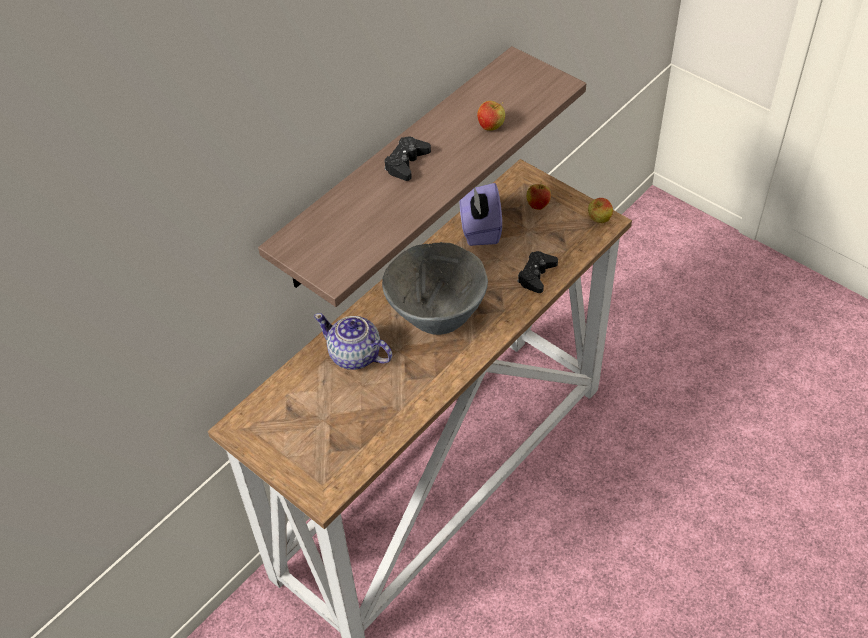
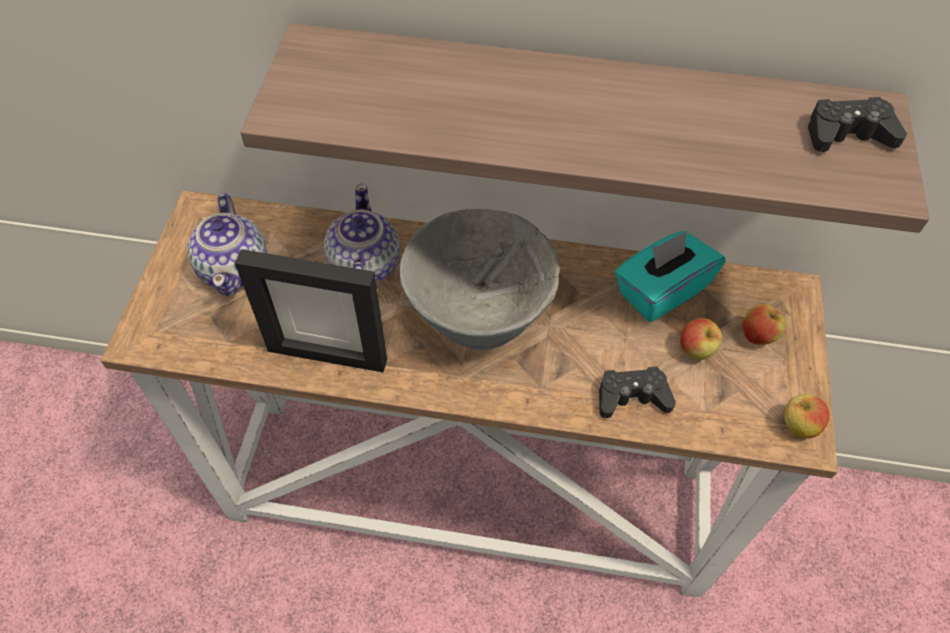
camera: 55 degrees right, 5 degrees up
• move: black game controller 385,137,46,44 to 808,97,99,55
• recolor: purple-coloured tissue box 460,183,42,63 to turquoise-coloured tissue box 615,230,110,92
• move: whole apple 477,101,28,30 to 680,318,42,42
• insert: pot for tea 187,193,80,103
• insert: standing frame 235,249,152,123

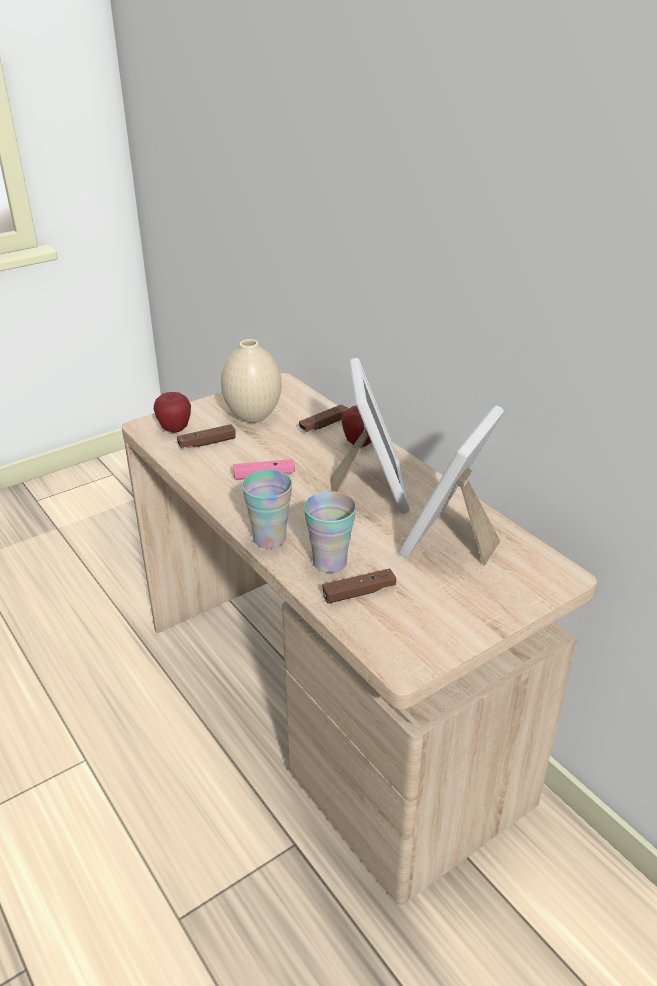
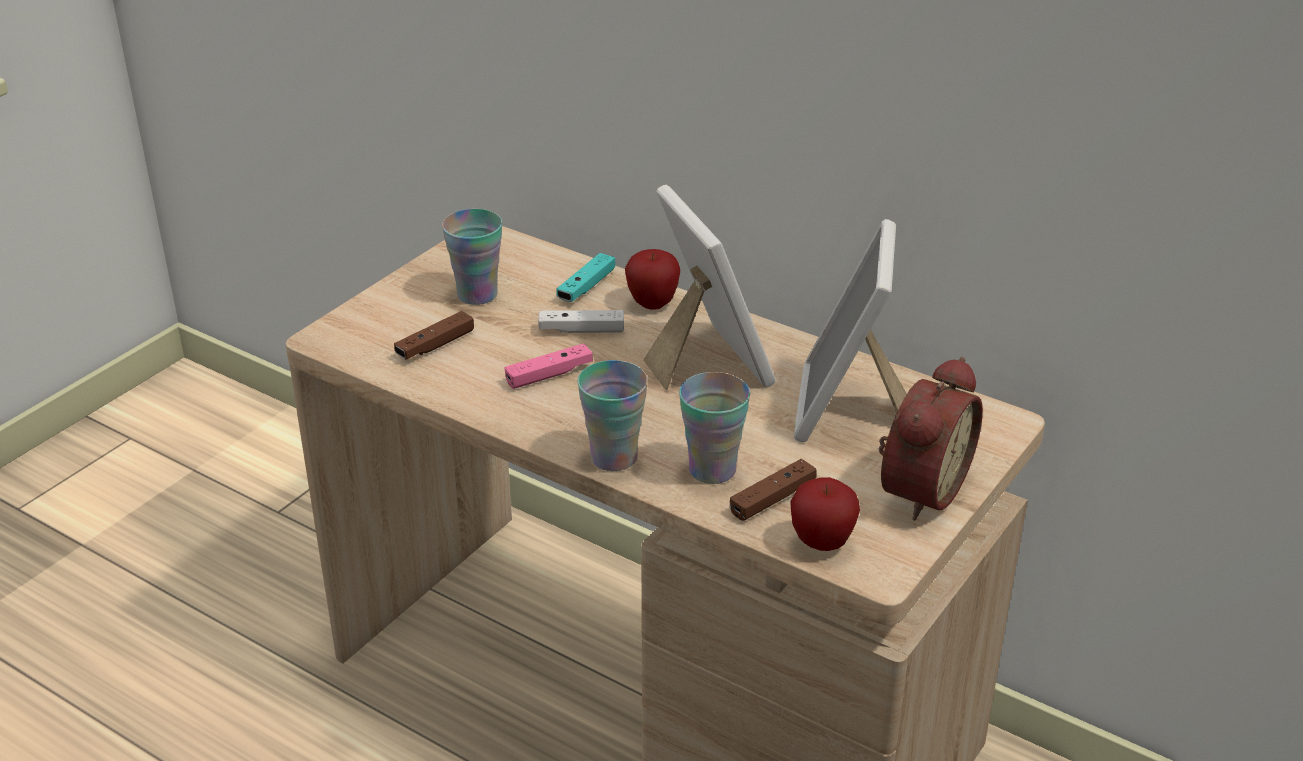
camera: 20 degrees left, 0 degrees up
• move: whole apple 154,392,37,41 to 790,477,70,74
• replace: beige-coloured vase 221,339,61,84 to drinking cup 442,209,60,96
• recolor: brownish game controller 299,404,50,28 to turquoise-coloured game controller 556,253,59,49
• insert: whitish game controller 538,310,86,23
• insert: bedside clock 879,357,104,164

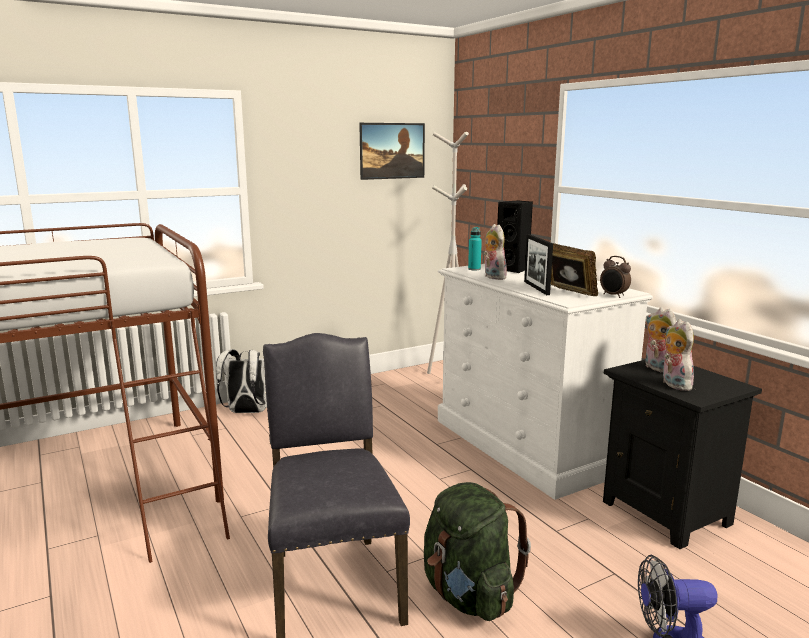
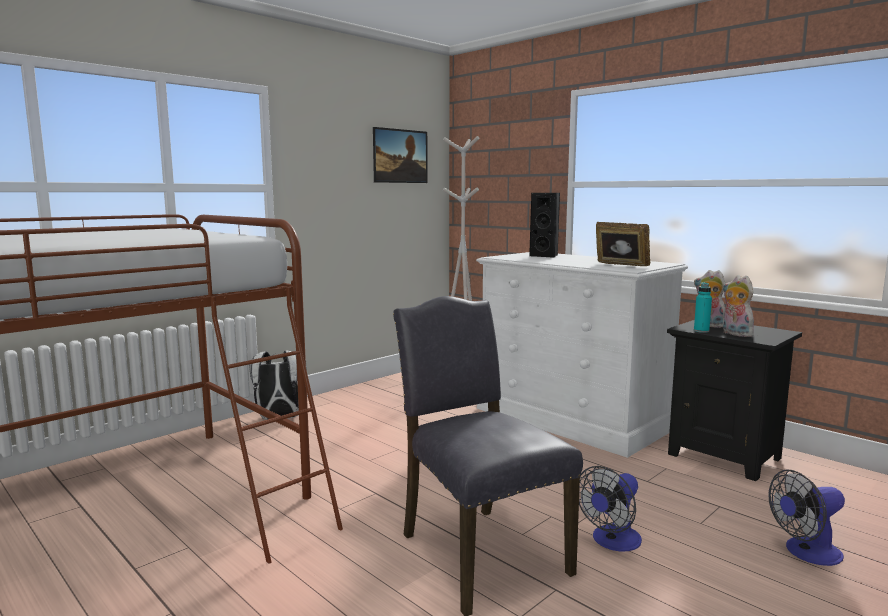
camera: 15 degrees left, 5 degrees down
• replace: greenish backpack 424,482,107,139 to fan 579,466,63,86
• move: turquoise-coloured drink bottle 468,227,14,43 to 694,282,18,51
• delete: plush toy 483,224,24,56
• delete: standing frame 524,234,29,61
• delete: bedside clock 600,256,31,42

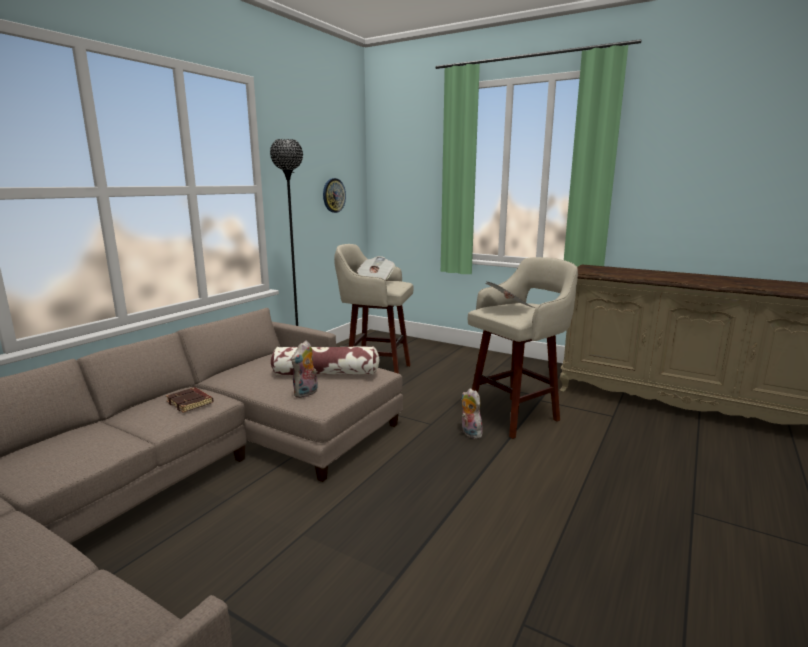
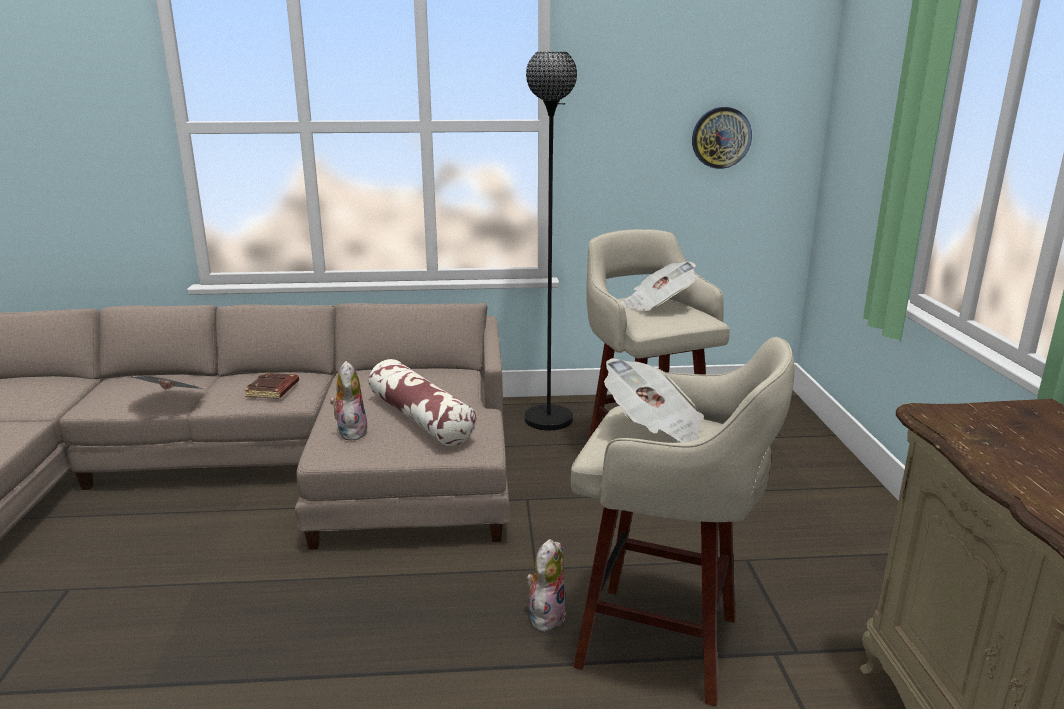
camera: 55 degrees right, 5 degrees up
• rotate: plush toy 291,341,27,57 = 330,361,38,80 90 degrees clockwise
• insert: daily paper 130,376,77,14

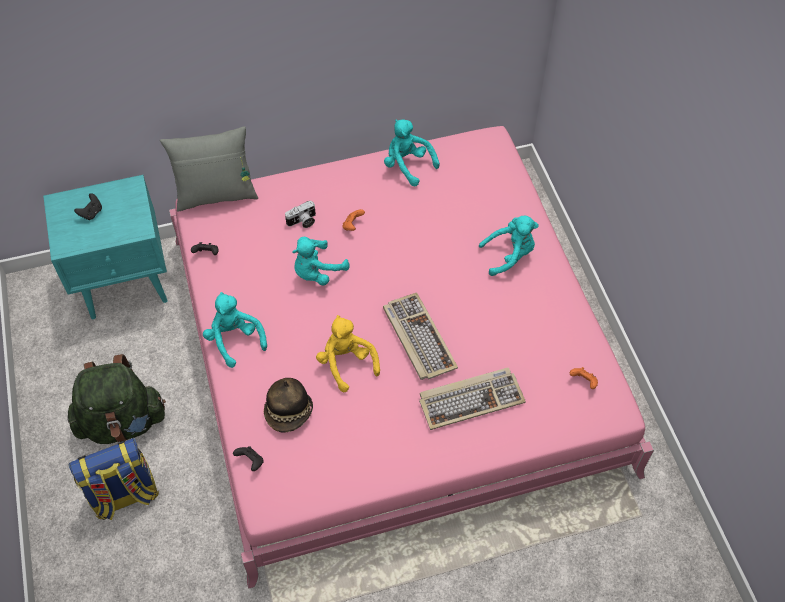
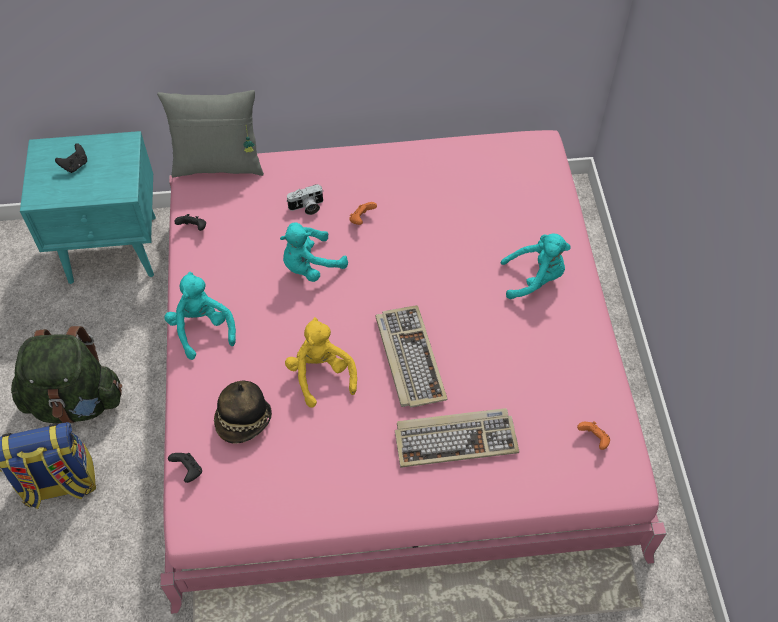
camera: 10 degrees right, 0 degrees up
• delete: turquoise-coloured plush toy 384,119,56,67

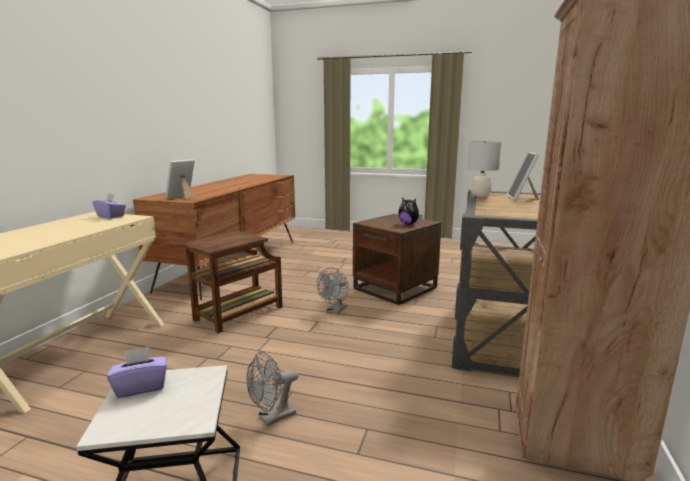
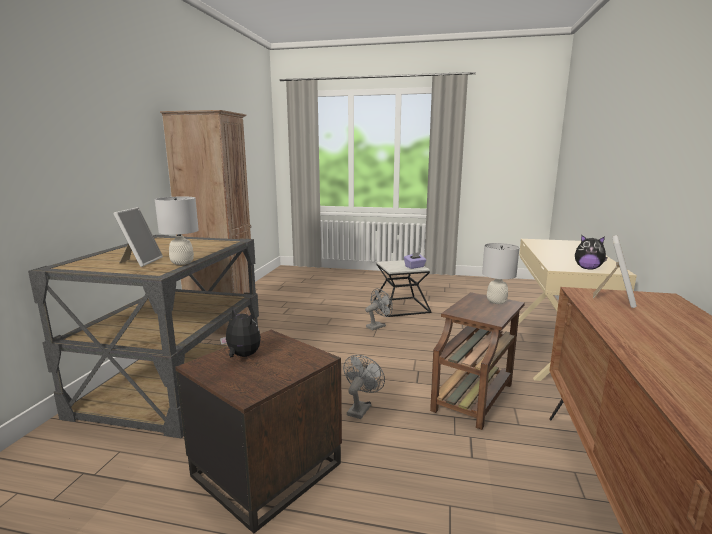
camera: 175 degrees right, 0 degrees up
• replace: purple-coloured tissue box 93,193,33,25 to plush toy 575,235,33,35
• insert: greyish table lamp 482,243,37,61

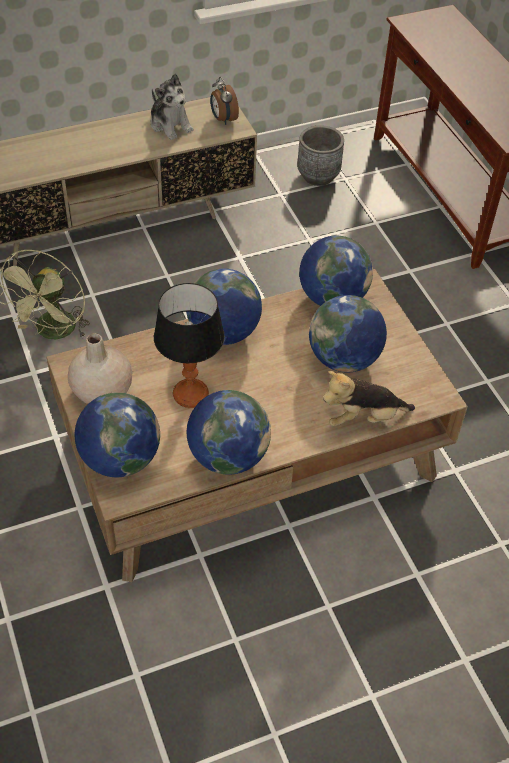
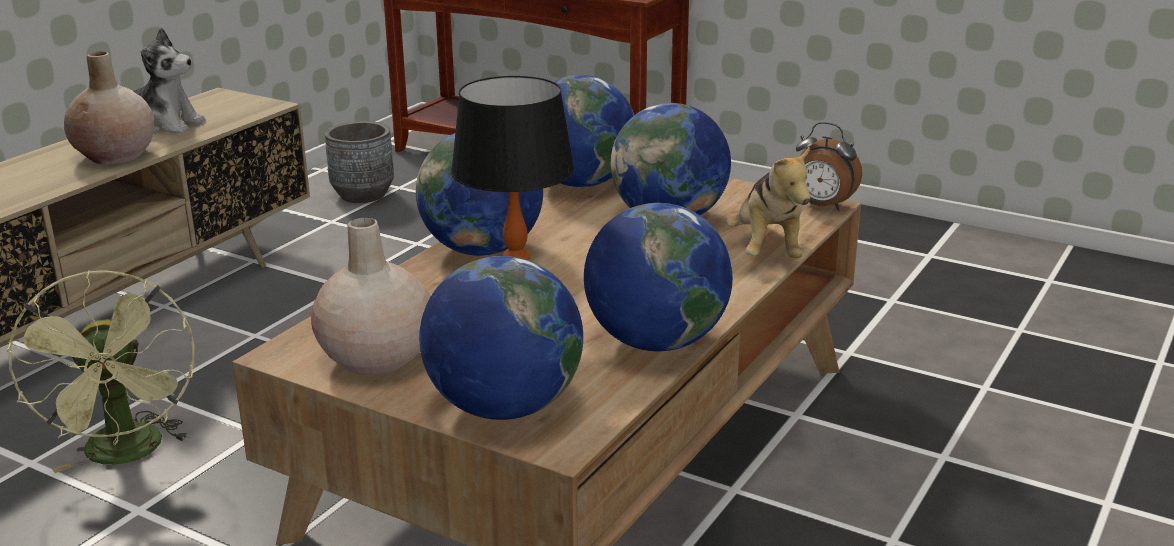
camera: 35 degrees left, 25 degrees down
• move: bedside clock 210,77,29,48 to 796,122,66,89
• rotate: plush toy 323,371,92,55 = 726,146,84,112 45 degrees counterclockwise
• insert: beige-coloured vase 64,51,91,114

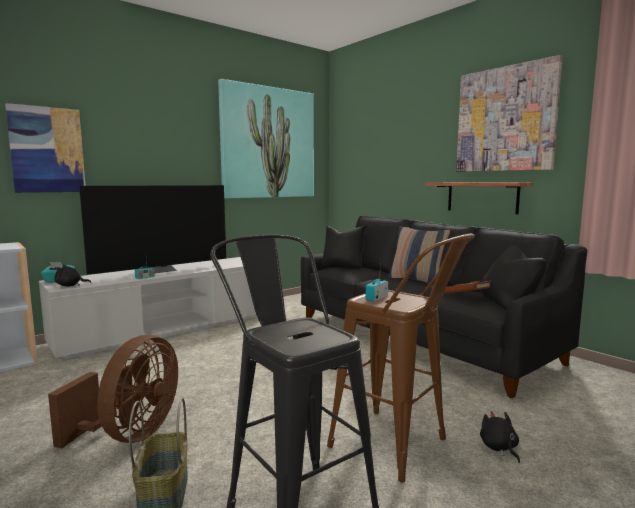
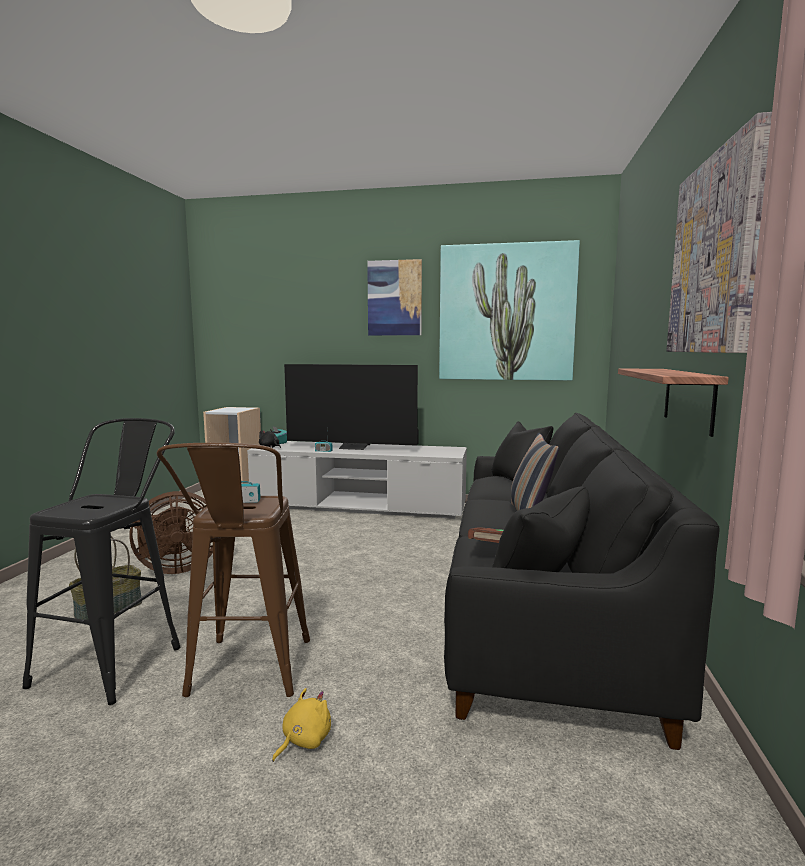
camera: 50 degrees right, 0 degrees up
• move: picture 5,103,80,90 to 367,259,55,77
• recolor: black plush toy 480,411,40,52 to yellowish plush toy 272,688,59,74

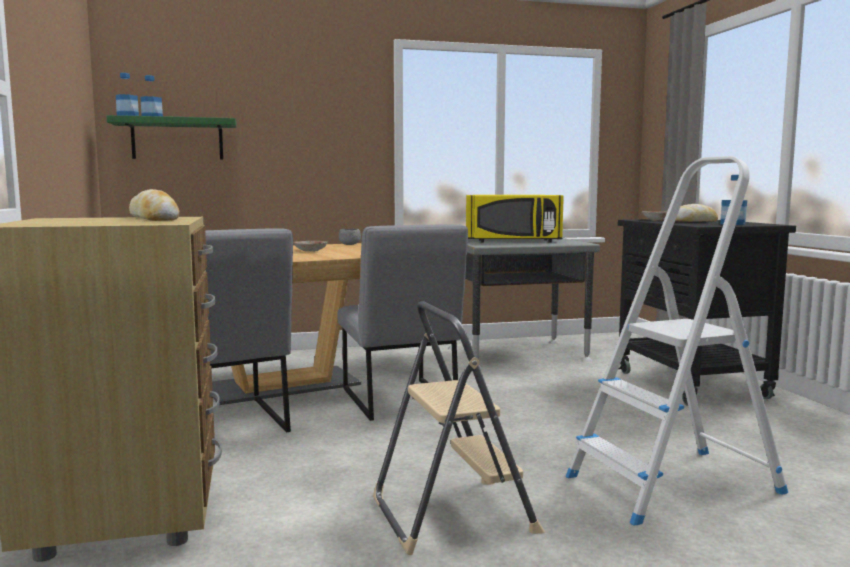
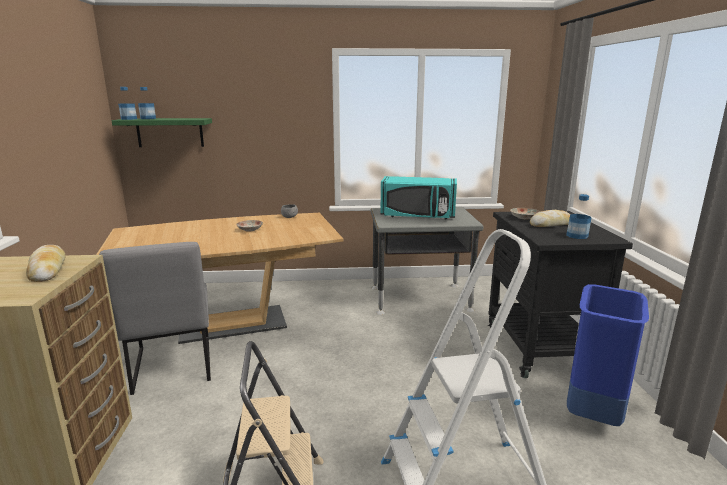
camera: 10 degrees right, 10 degrees up
• delete: greyish upright chair 337,224,131,197
• recolor: yellowish microwave 466,195,98,48 to turquoise-coloured microwave 381,176,76,44
• insert: blue trash can 567,284,82,142

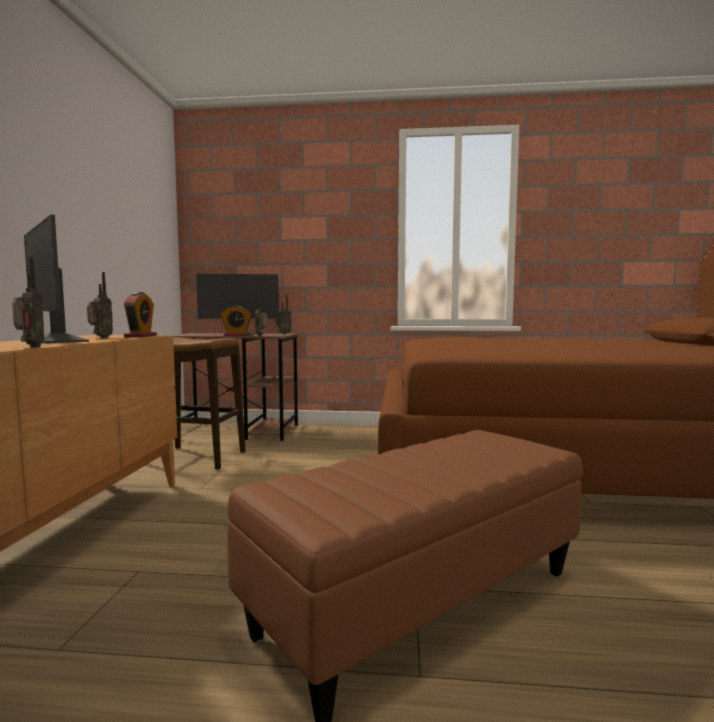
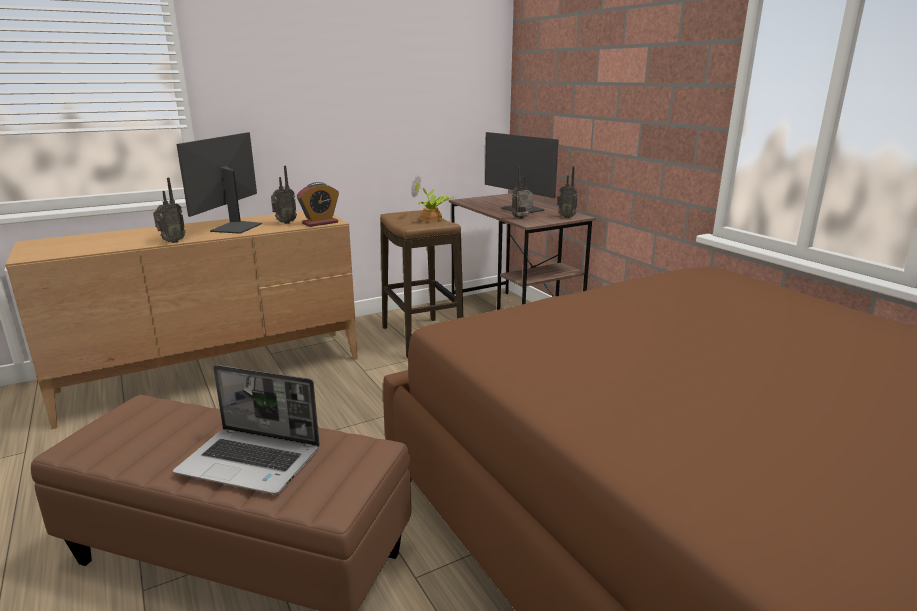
camera: 55 degrees right, 15 degrees up
• delete: bedside clock 220,306,32,30
• insert: portable computer 173,365,147,129
• insert: potted plant 411,175,42,46

